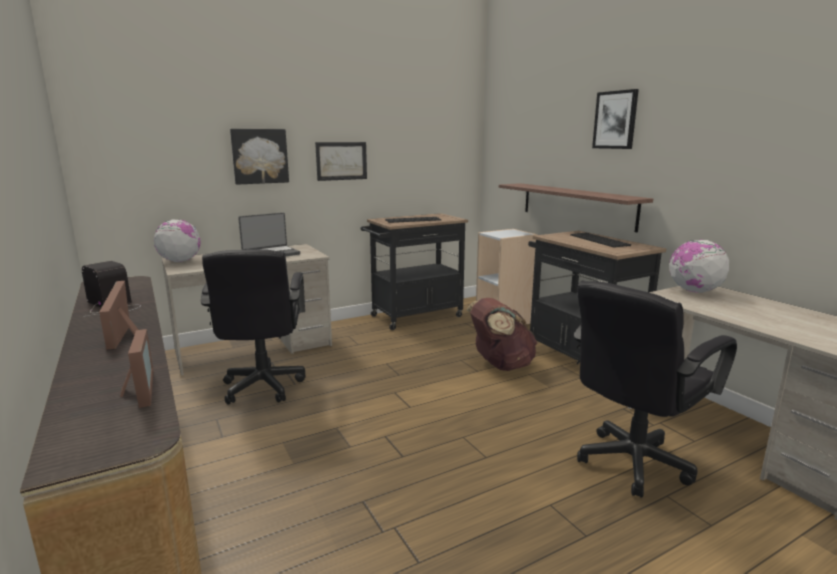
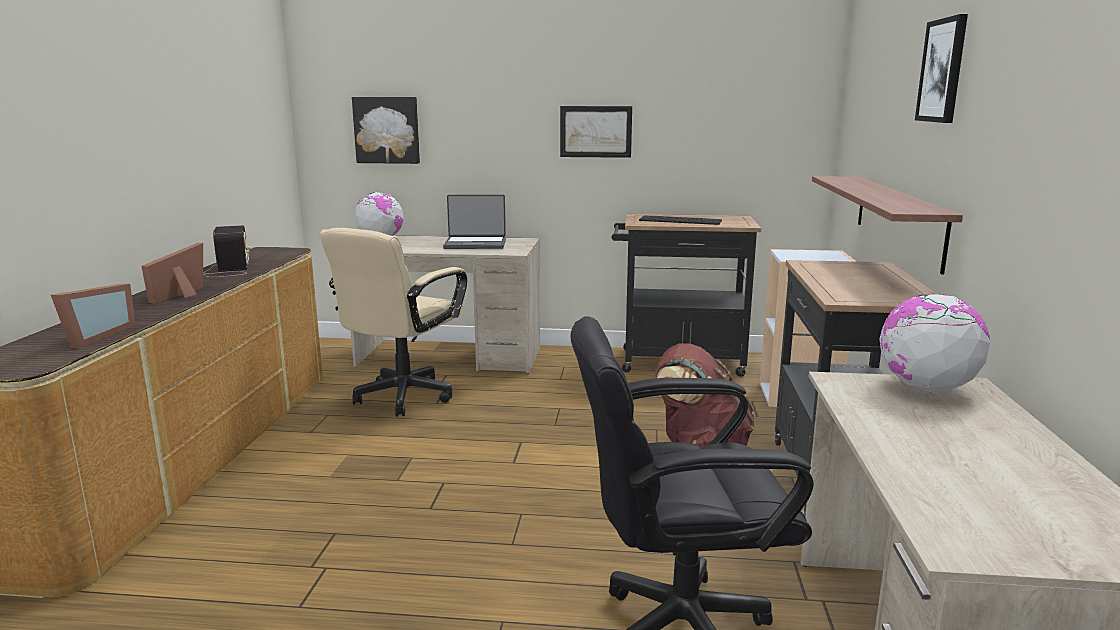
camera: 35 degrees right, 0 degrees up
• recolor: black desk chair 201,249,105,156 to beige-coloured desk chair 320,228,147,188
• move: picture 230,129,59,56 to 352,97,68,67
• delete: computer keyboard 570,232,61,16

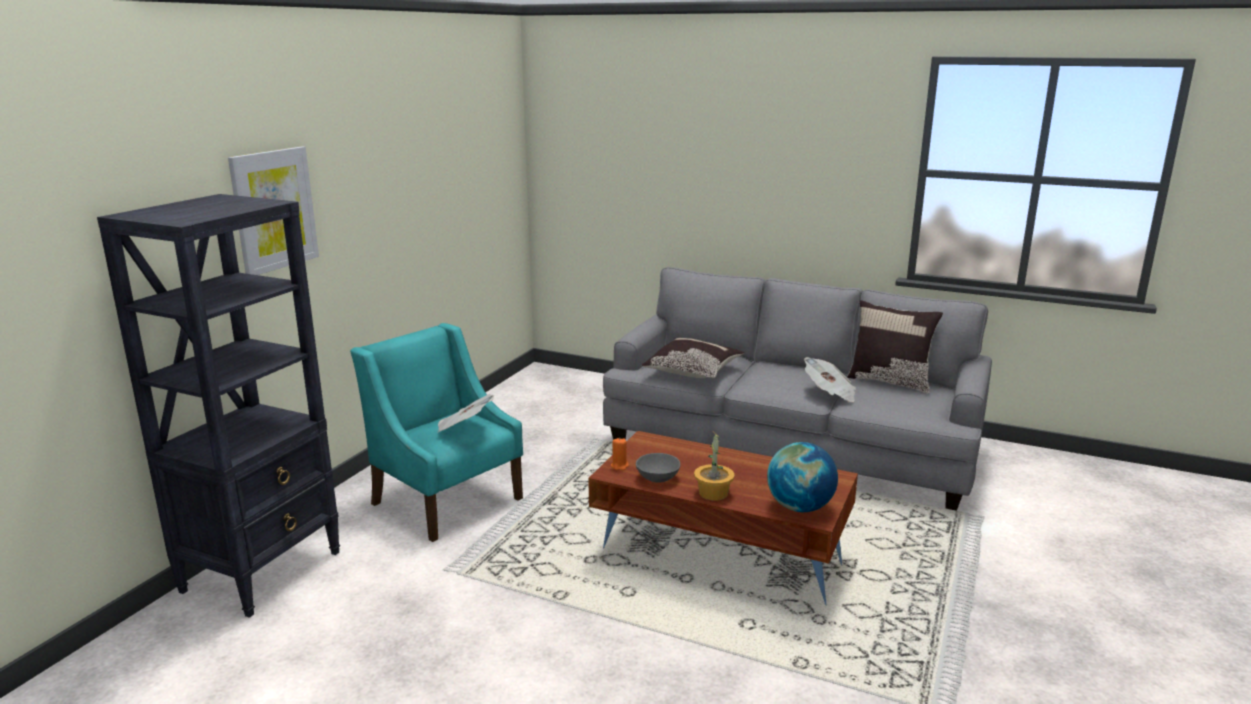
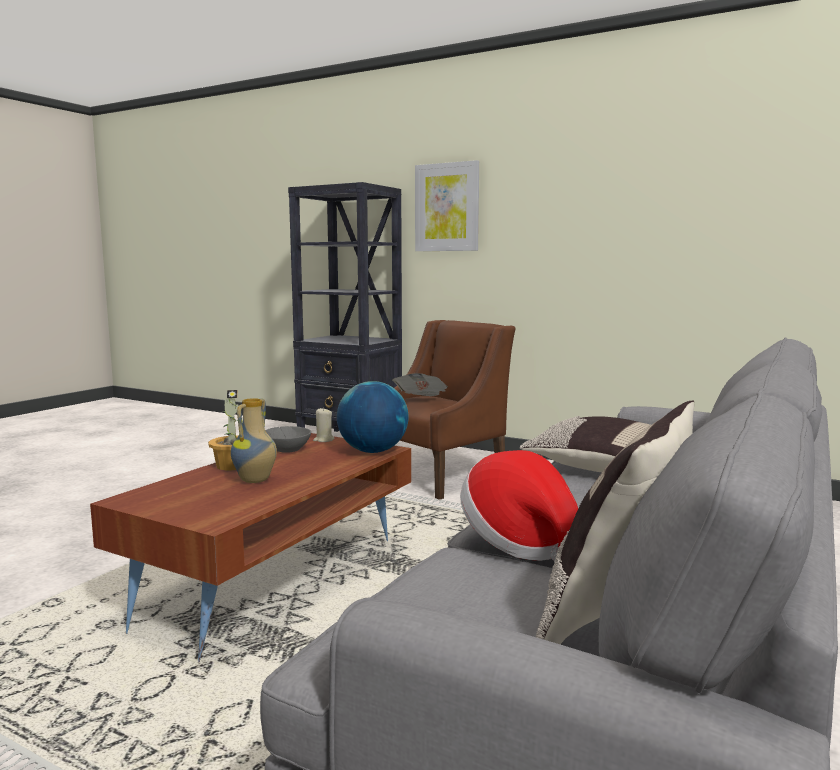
camera: 95 degrees right, 10 degrees down
• recolor: turquoise-coloured lounge chair 350,323,173,219 to brownish lounge chair 394,320,122,180
• recolor: orangey candle 611,438,18,32 to beige-coloured candle 313,408,21,34
• move: desk globe 767,442,71,70 to 337,381,72,72
• replace: daily paper 804,357,52,45 to wearable hat 460,450,118,112
• insert: vase 231,398,46,85

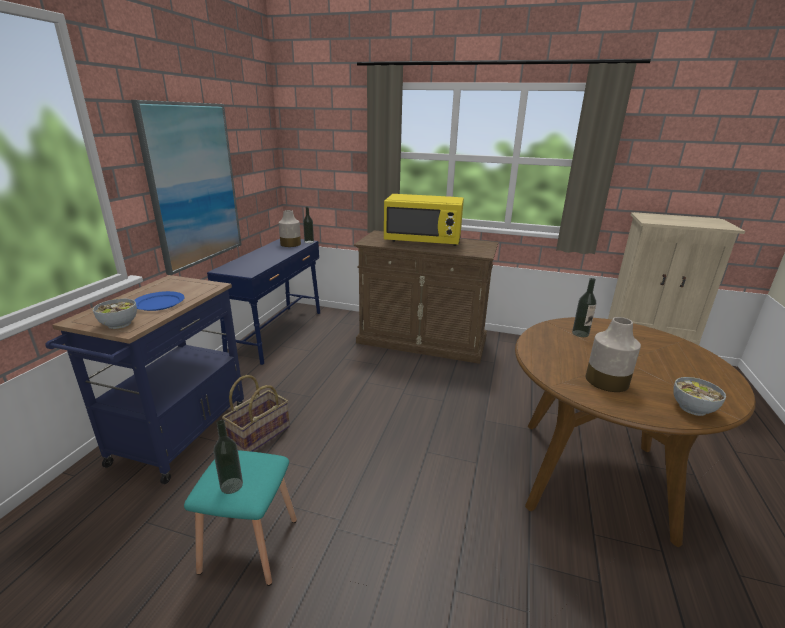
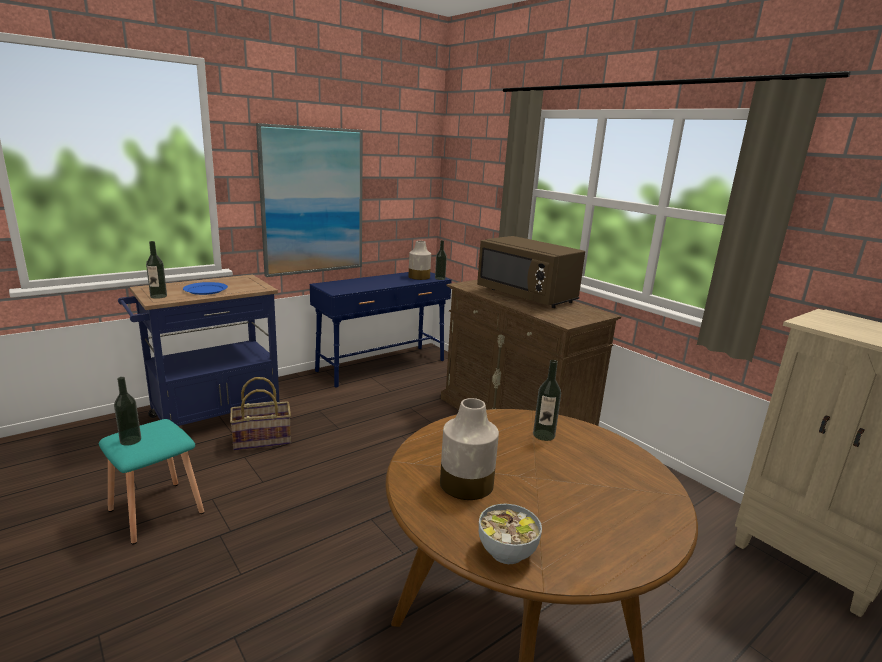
camera: 35 degrees right, 5 degrees down
• replace: serving bowl 93,298,44,31 to drink bottle 146,241,21,58
• recolor: yellowish microwave 384,194,80,52 to brownish microwave 477,236,108,72

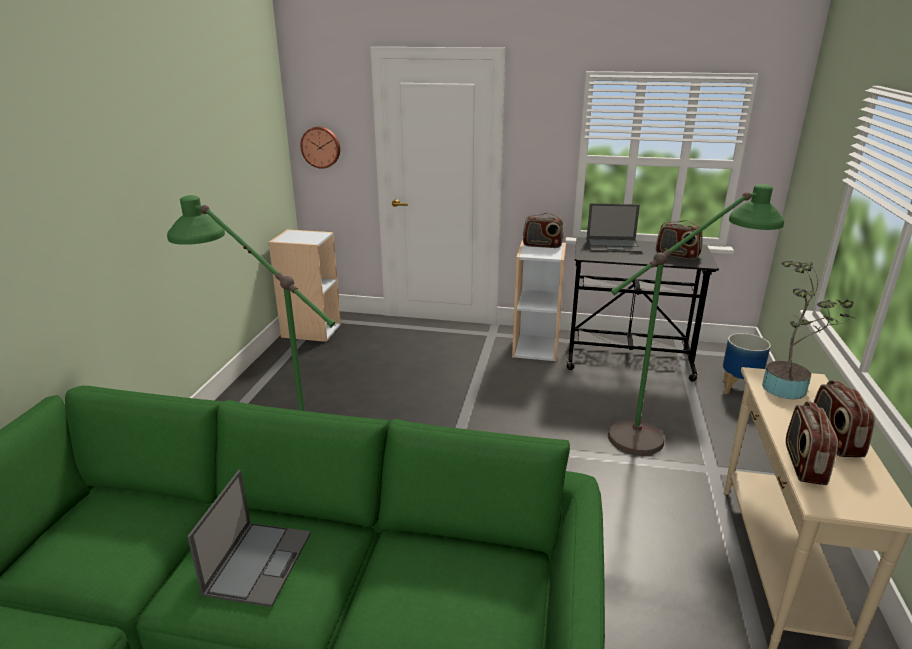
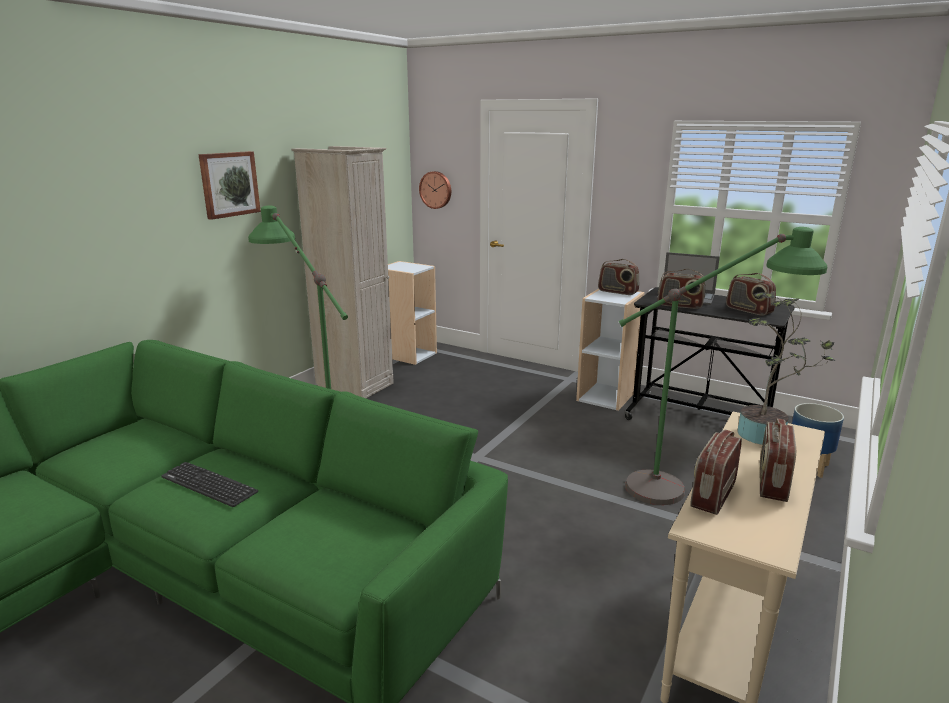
camera: 20 degrees right, 5 degrees down
• replace: portable computer 187,470,124,137 to computer keyboard 161,462,97,45
• insert: picture 198,151,63,69
• insert: beige-coloured cupboard 291,146,103,252
• insert: radio receiver 658,269,47,40

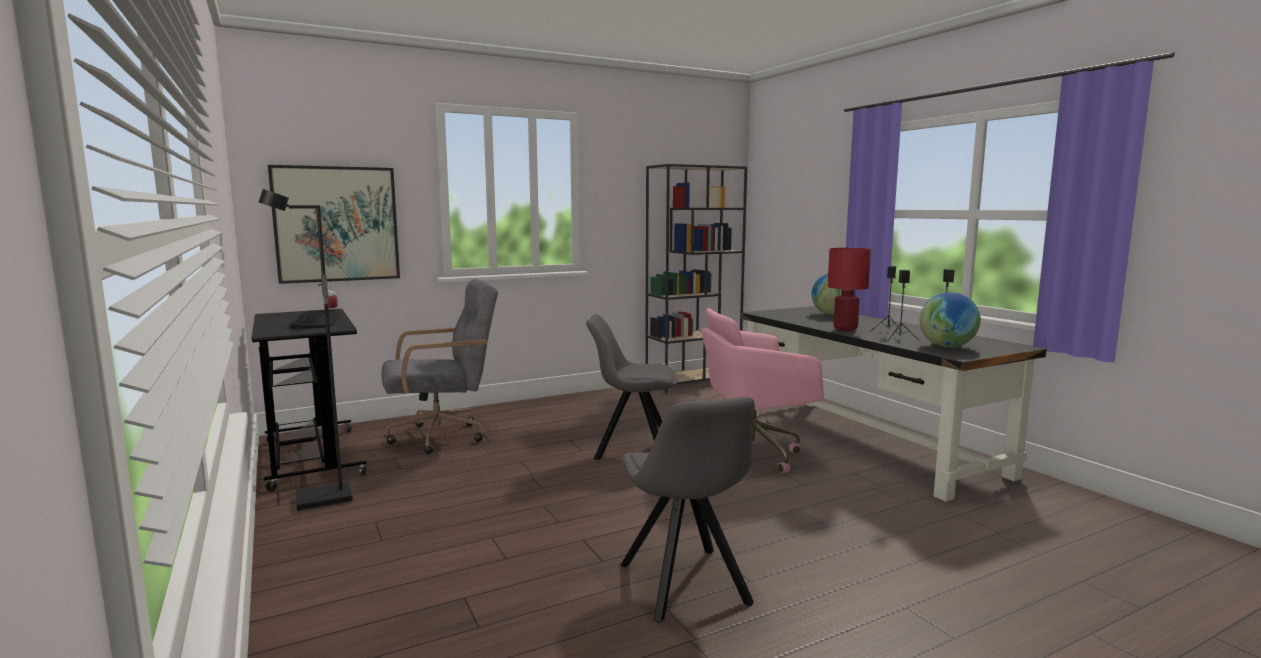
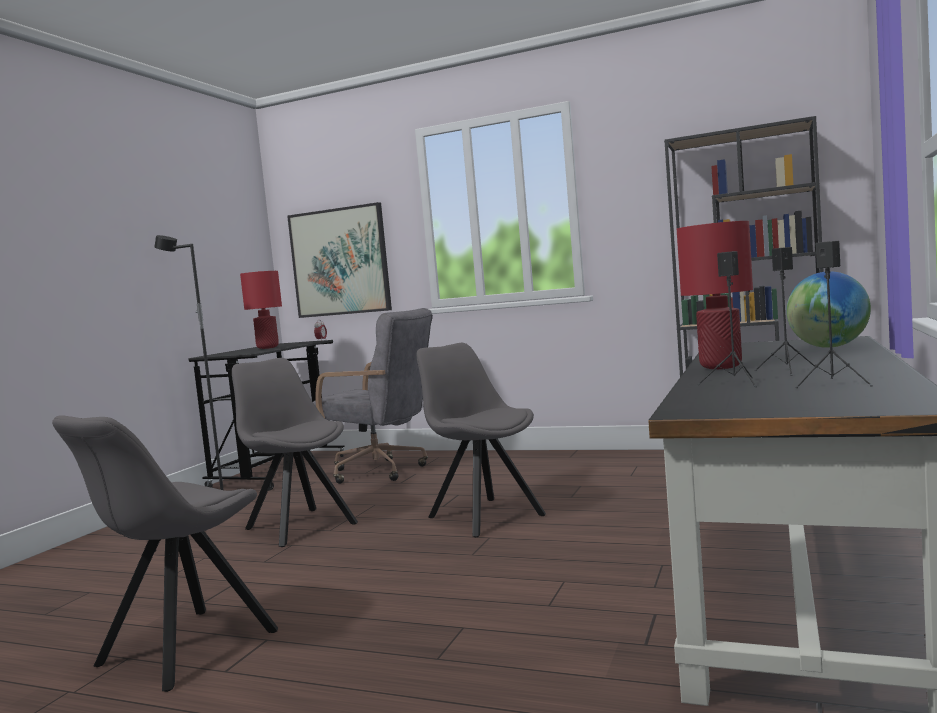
camera: 50 degrees right, 5 degrees down
• replace: computer keyboard 290,311,50,18 to red table lamp 240,271,42,78
• delete: pinkish desk chair 701,309,123,164
• delete: desk globe 919,292,62,56
• insert: greyish upright chair 232,358,126,189

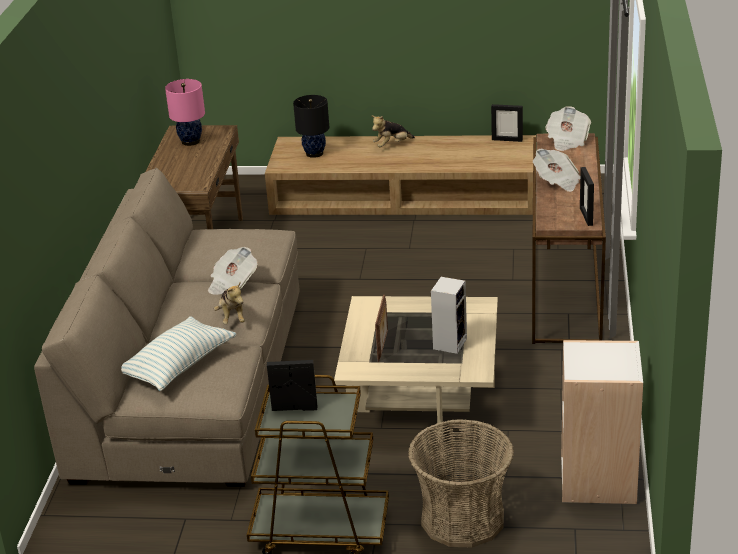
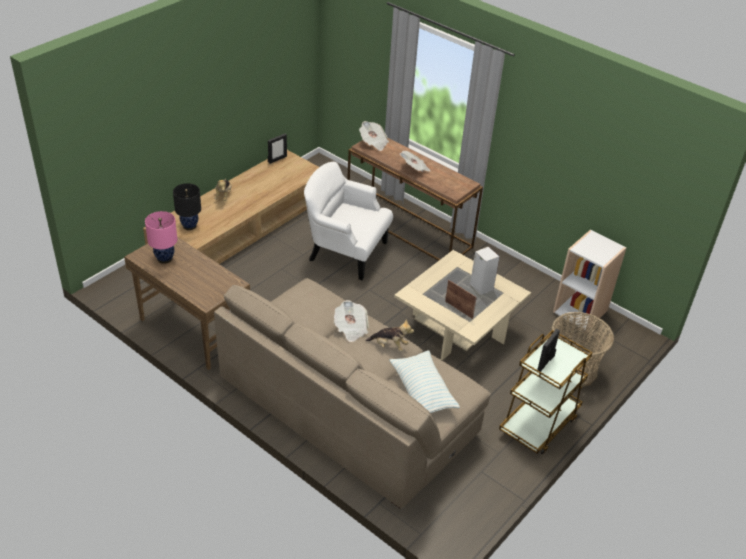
camera: 60 degrees left, 10 degrees up
• delete: standing frame 580,167,14,59
• insert: whitish lounge chair 304,162,89,118

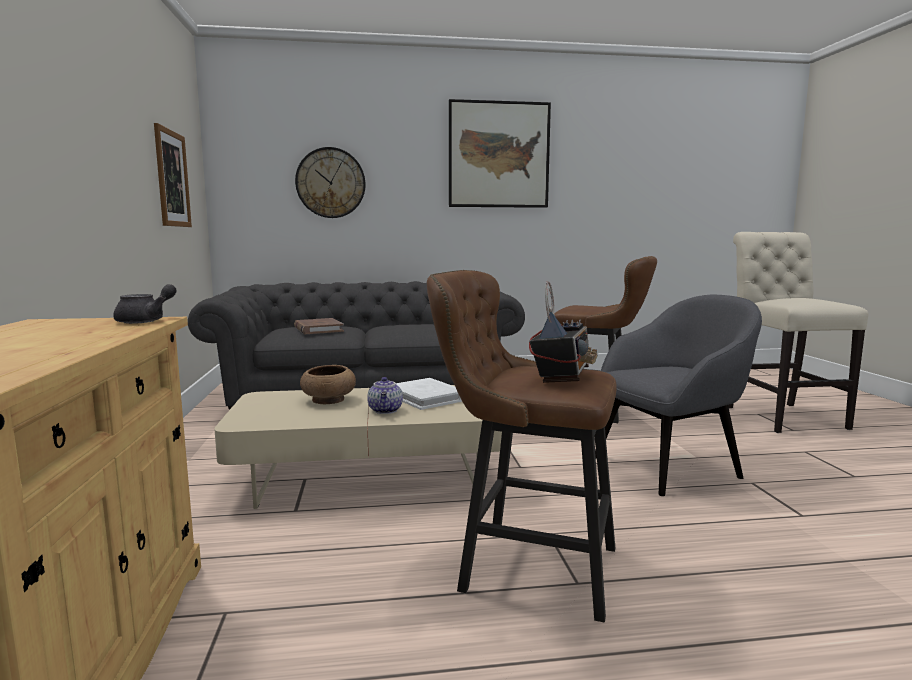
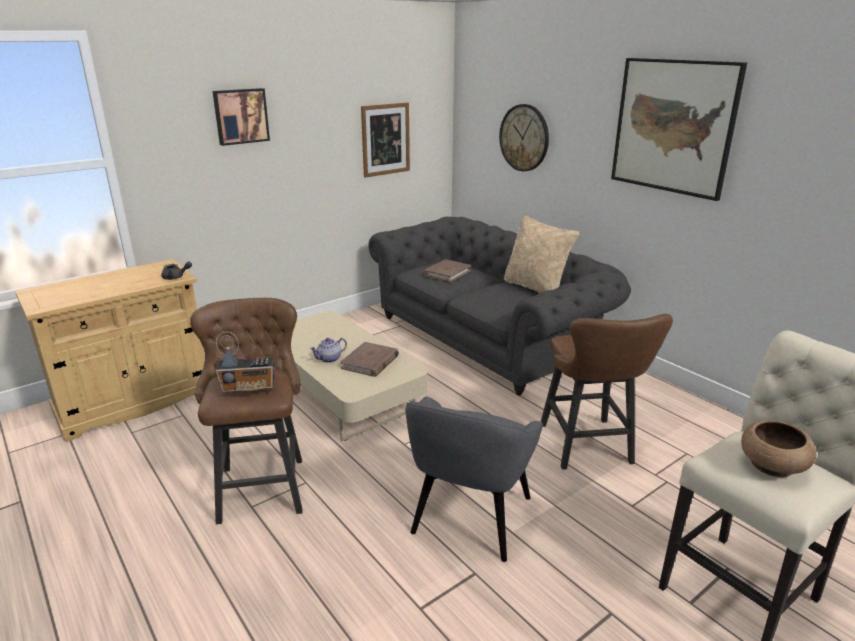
camera: 60 degrees right, 15 degrees up
• move: brownish serving bowl 300,365,56,39 to 741,420,75,57
• recolor: whitish book 396,378,66,32 to brownish book 341,342,58,35
• rotate: greyish lounge chair 595,295,167,201 = 406,397,137,165 75 degrees clockwise
• insert: picture 213,88,57,58
• insert: beige-coloured pillow 504,216,75,77

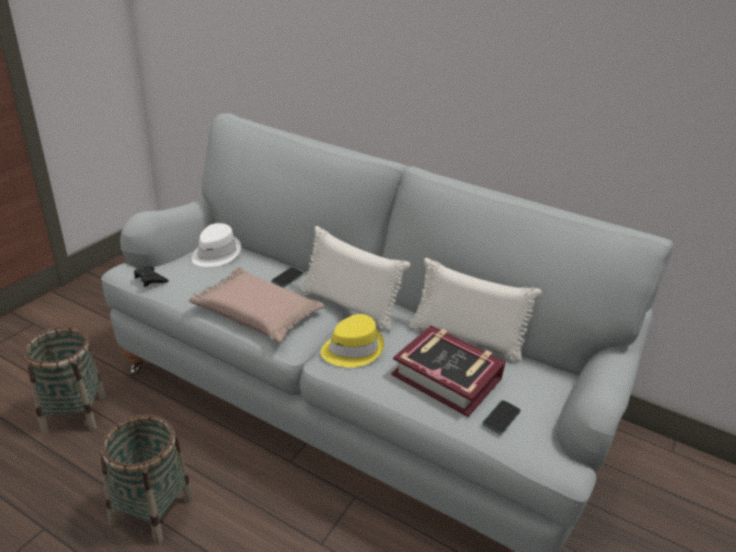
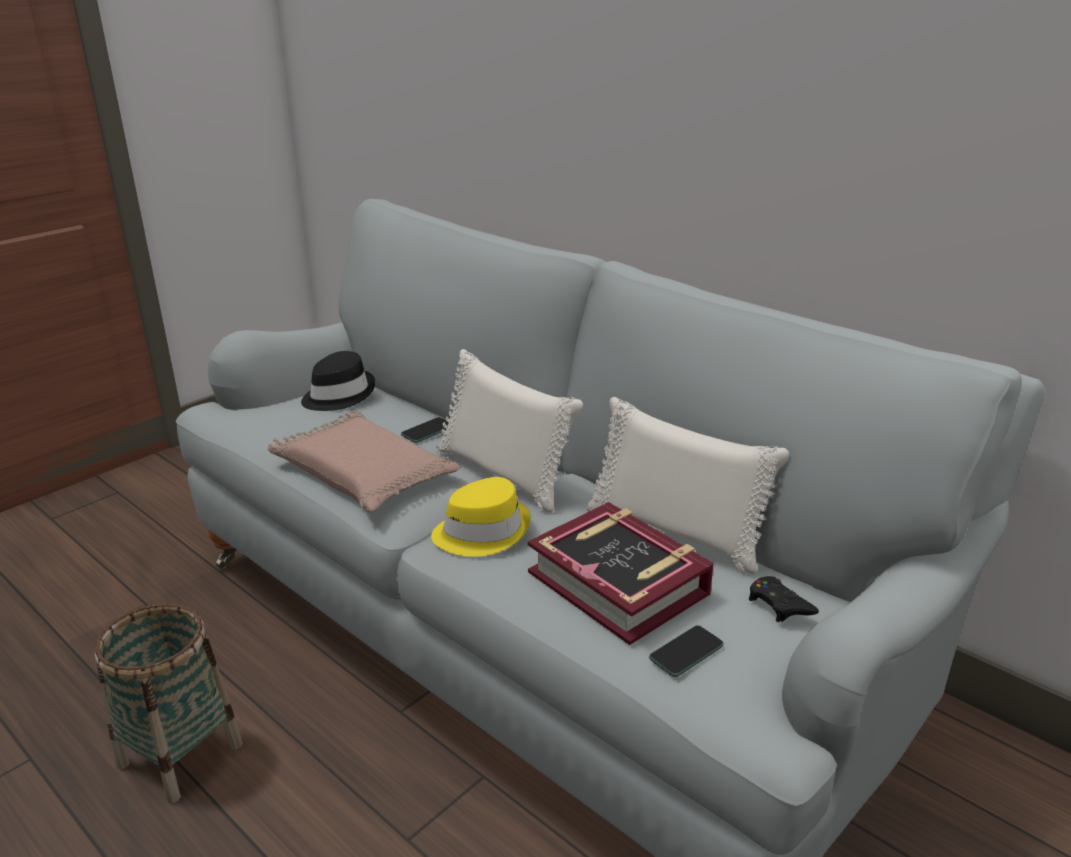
camera: 15 degrees right, 5 degrees down
• delete: storage basket 24,327,82,107
• move: black game controller 134,266,35,21 to 749,576,70,46
• recolor: whitish wearable hat 191,223,50,44 to black wearable hat 301,351,74,60

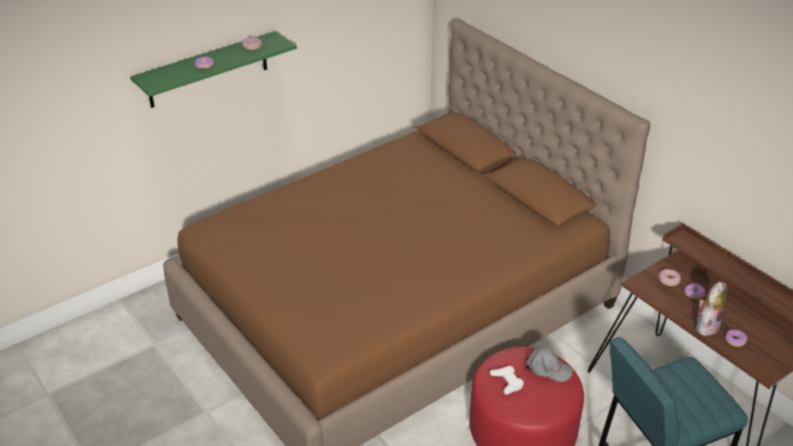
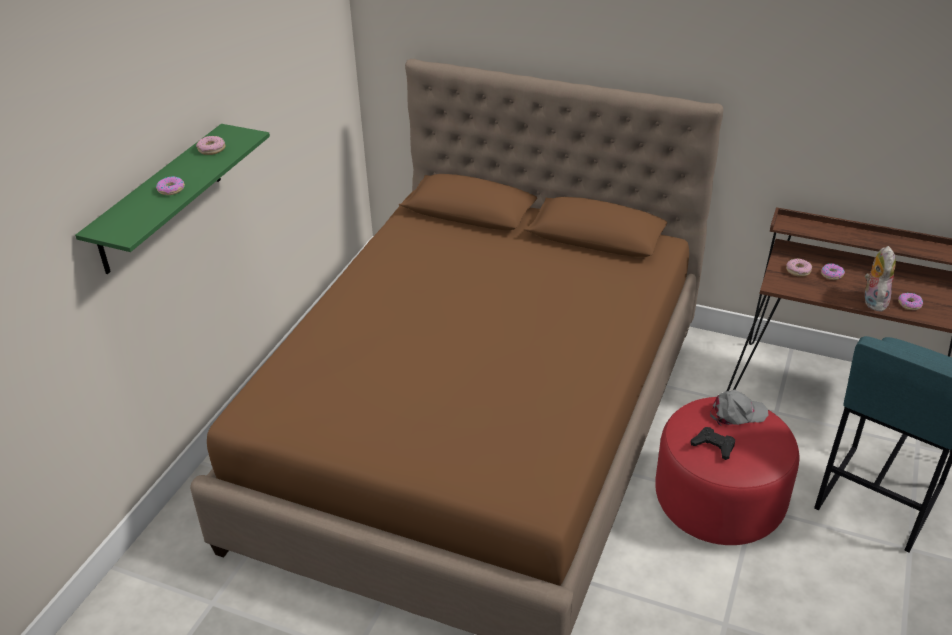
camera: 30 degrees left, 0 degrees up
• recolor: whitish game controller 490,366,34,29 to black game controller 691,427,44,33

